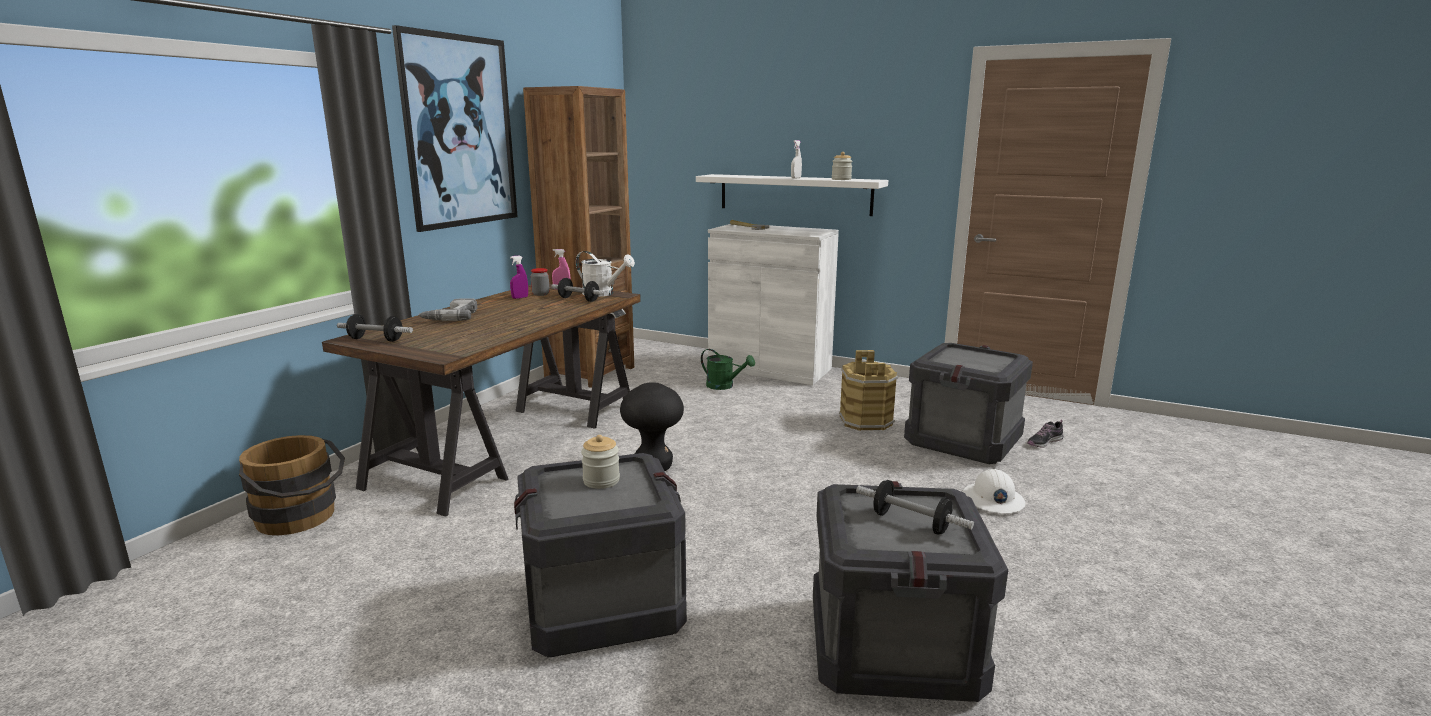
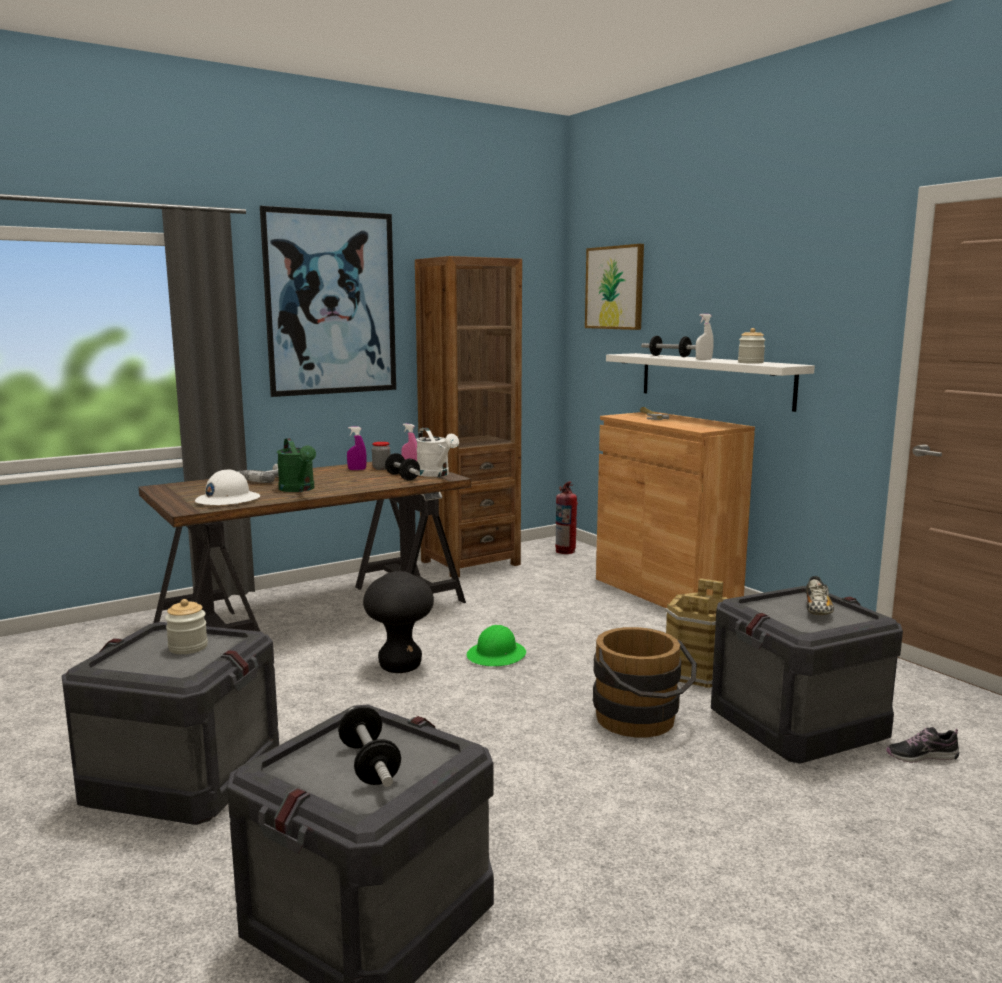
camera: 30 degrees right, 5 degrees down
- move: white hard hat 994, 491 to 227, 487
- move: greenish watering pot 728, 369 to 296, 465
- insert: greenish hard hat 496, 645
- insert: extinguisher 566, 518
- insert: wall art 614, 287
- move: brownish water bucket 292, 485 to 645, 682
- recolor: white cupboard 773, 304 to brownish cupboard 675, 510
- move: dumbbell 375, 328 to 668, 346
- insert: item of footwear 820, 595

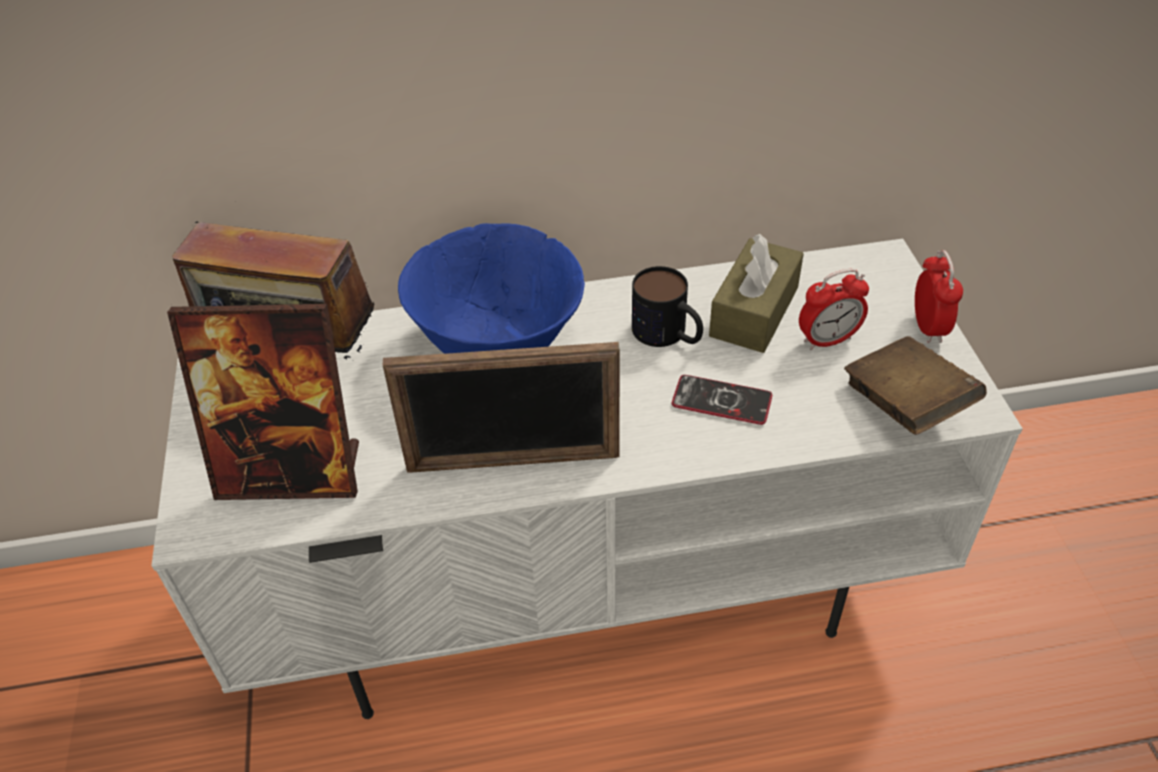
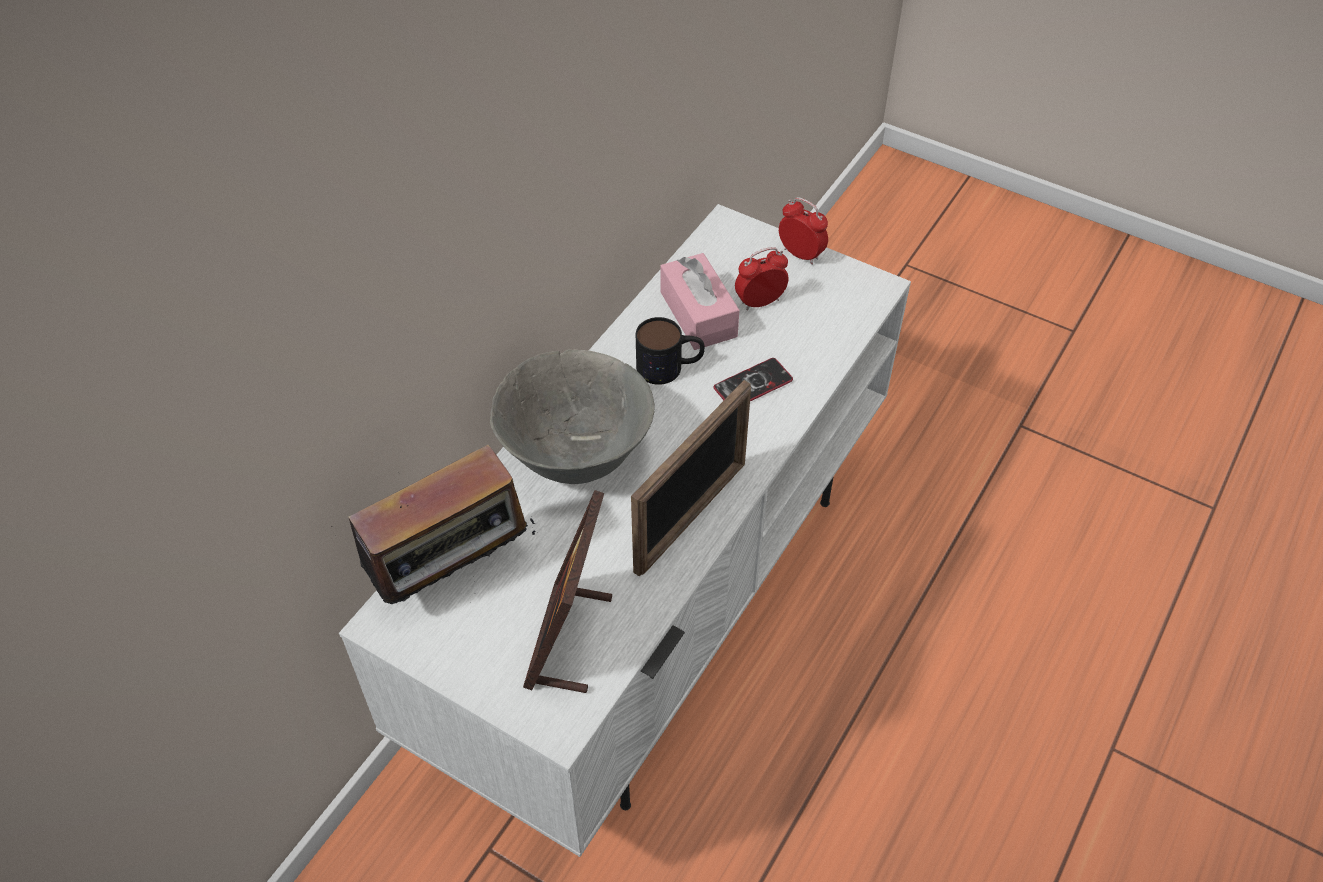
camera: 50 degrees left, 5 degrees up
- recolor: bluish deep dish 491, 288 to grey deep dish 572, 416
- rotate: standing frame 263, 402 = 567, 591 150 degrees clockwise
- recolor: brownish box of tissues 756, 293 to pink box of tissues 700, 301
- rotate: alarm clock 834, 309 = 762, 278 135 degrees counterclockwise
- delete: brownish volume 915, 385

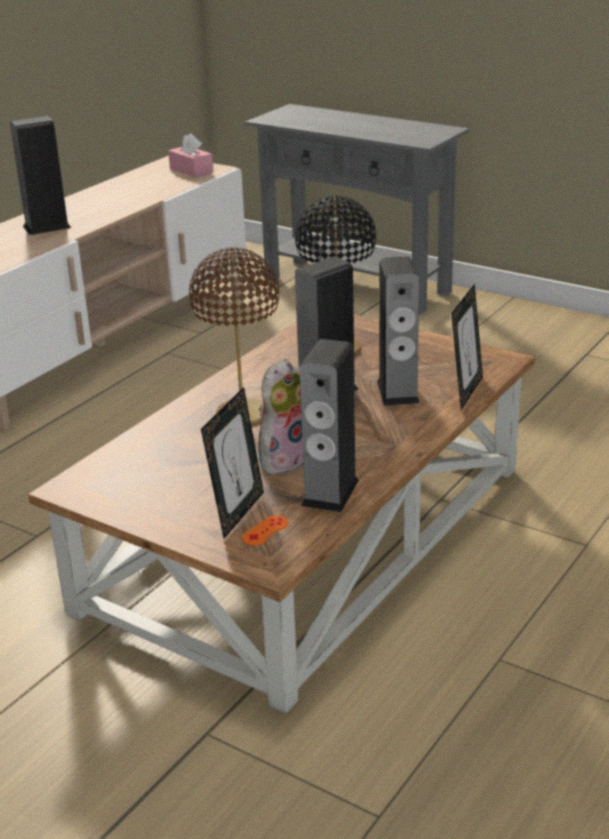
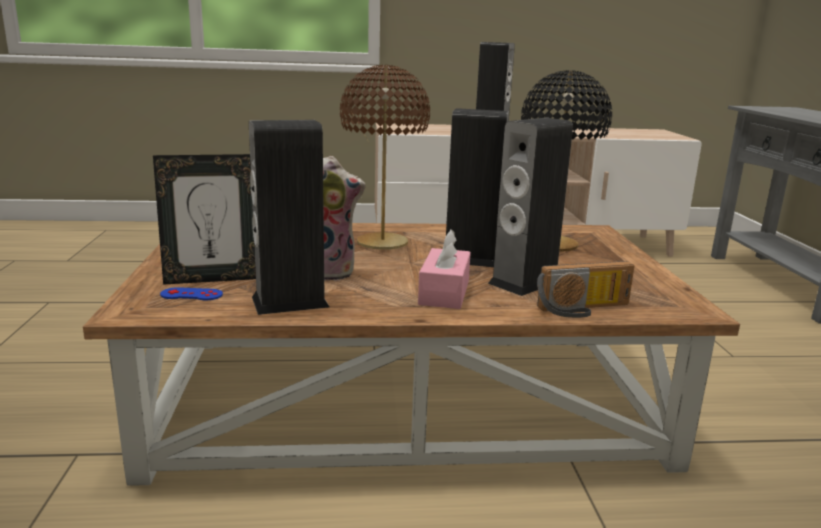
camera: 50 degrees right, 10 degrees down
- recolor: orangey joypad 265, 530 to bluish joypad 191, 293
- move: pink box of tissues 190, 155 to 444, 269
- replace: standing frame 467, 347 to radio set 585, 289

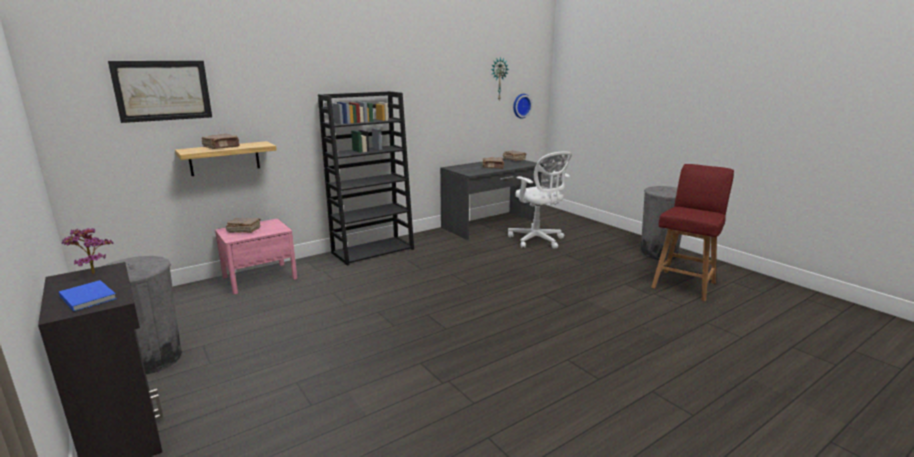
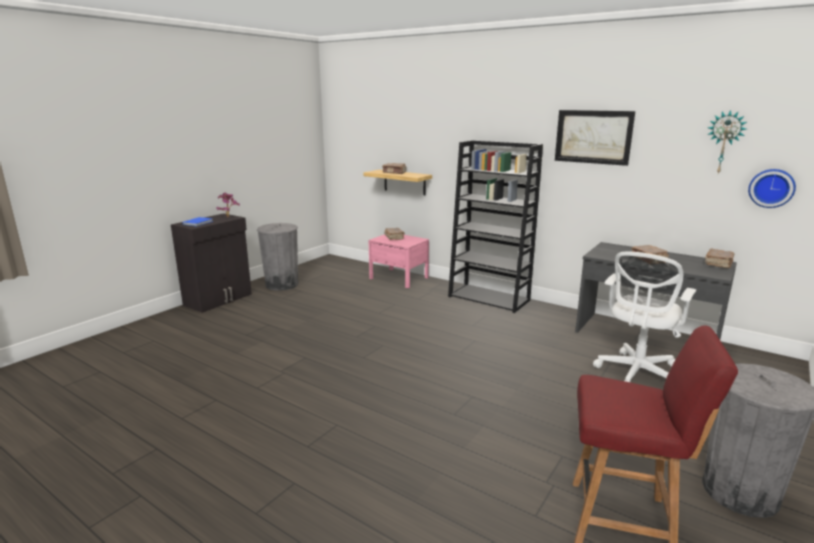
camera: 70 degrees right, 0 degrees up
- move: wall art 160, 92 to 595, 138

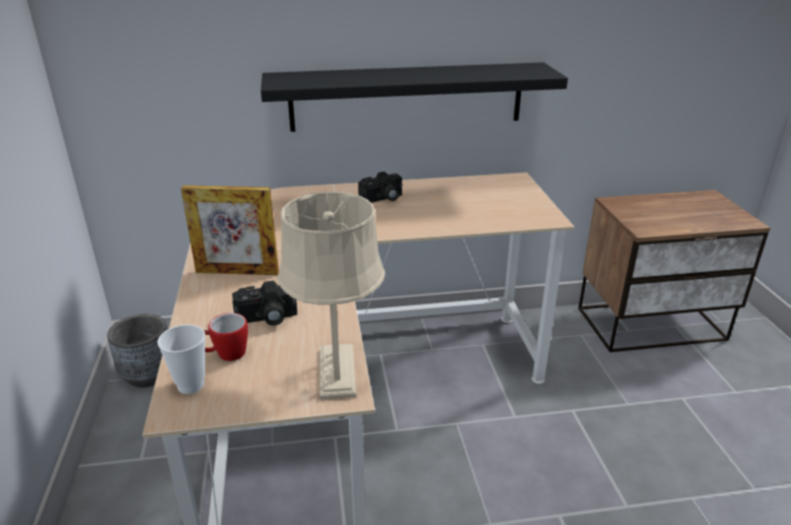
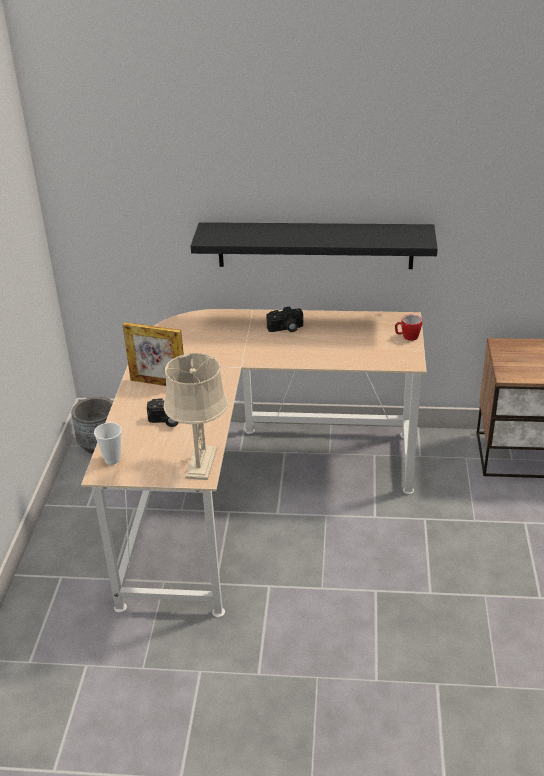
camera: 15 degrees right, 5 degrees up
- move: coffee mug 226, 337 to 408, 327

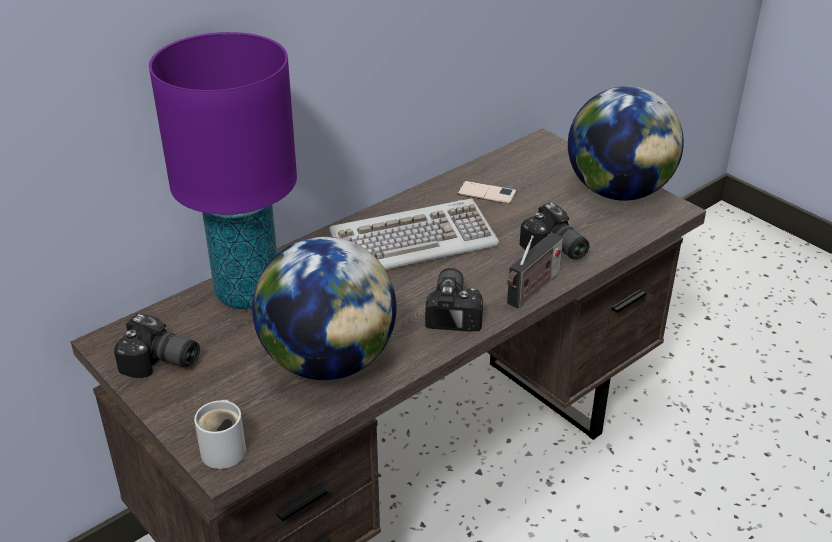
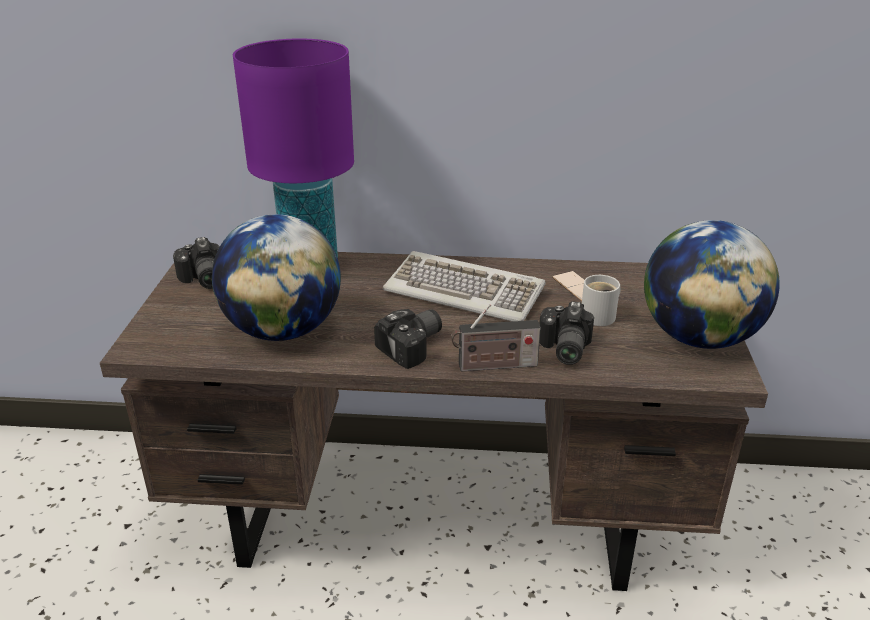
camera: 45 degrees right, 5 degrees down
- move: white coffee mug 220, 434 to 601, 300

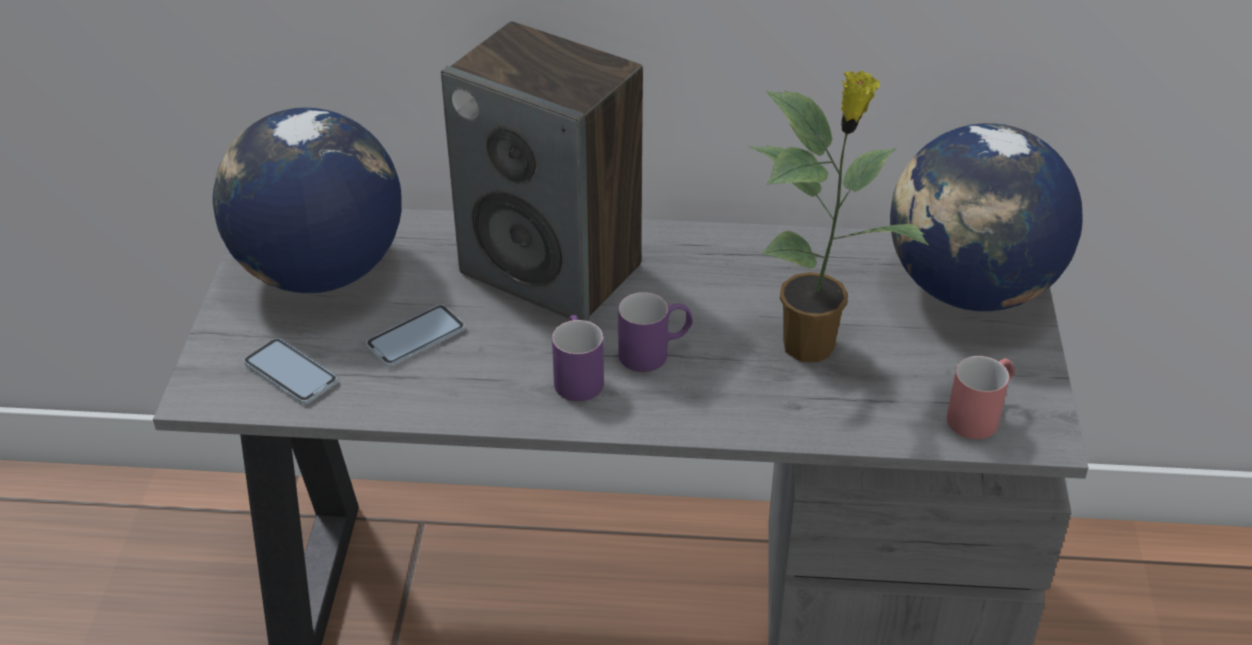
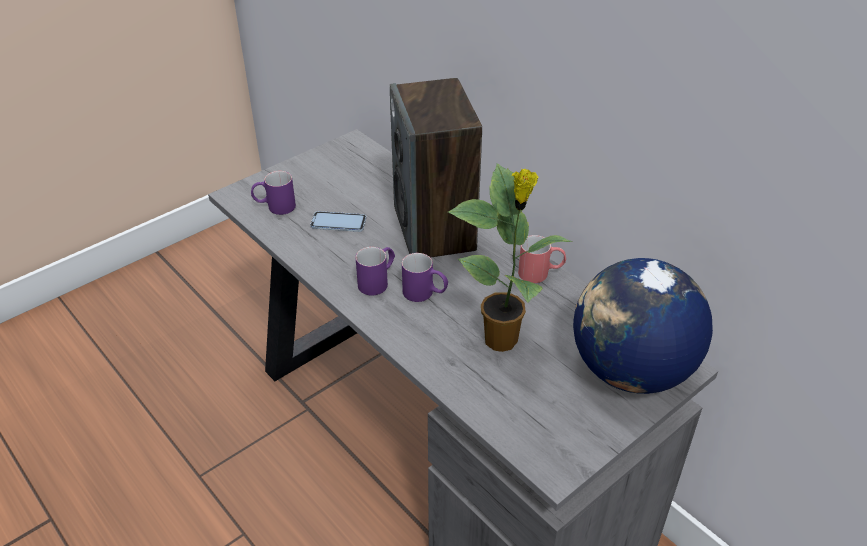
camera: 45 degrees right, 0 degrees up
- replace: telephone 291, 371 to purple coffee mug 273, 193
- move: reddish coffee mug 981, 397 to 542, 259
- delete: desk globe 307, 200

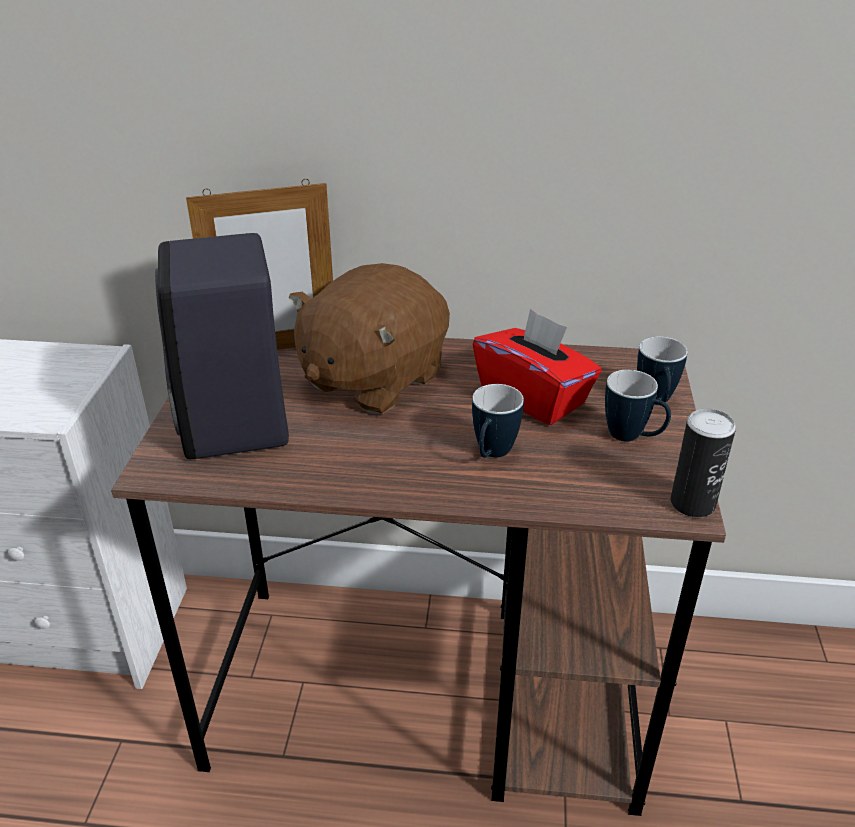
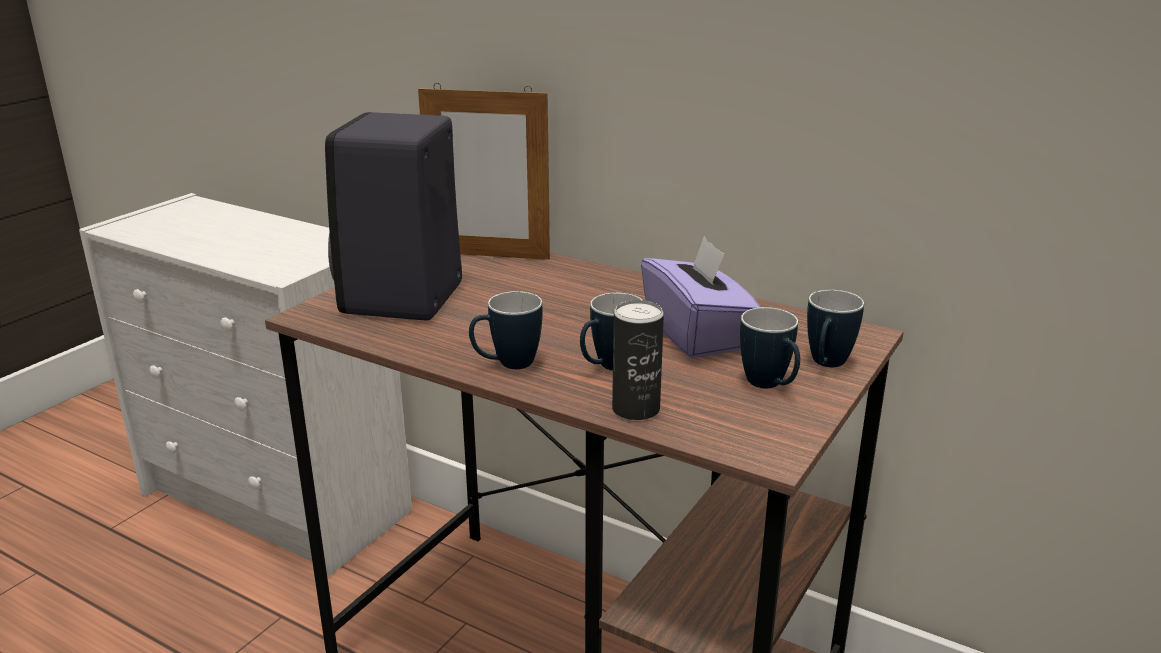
camera: 25 degrees right, 10 degrees down
- insert: coffee mug 506, 330
- move: metal can 703, 463 to 638, 360
- recolor: reddish box of tissues 537, 367 to purple box of tissues 700, 297
- delete: brownish soft toy 369, 338

